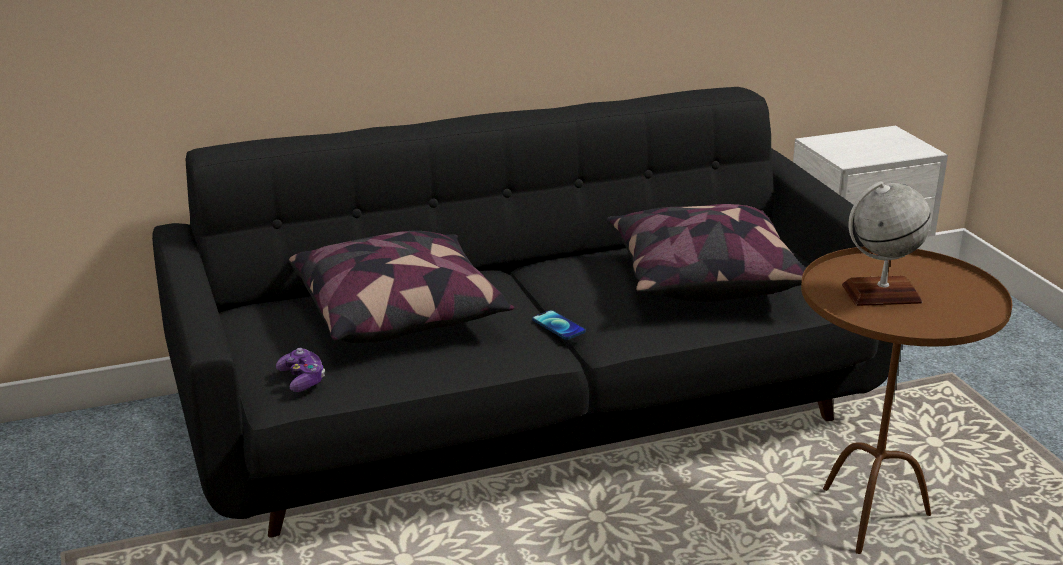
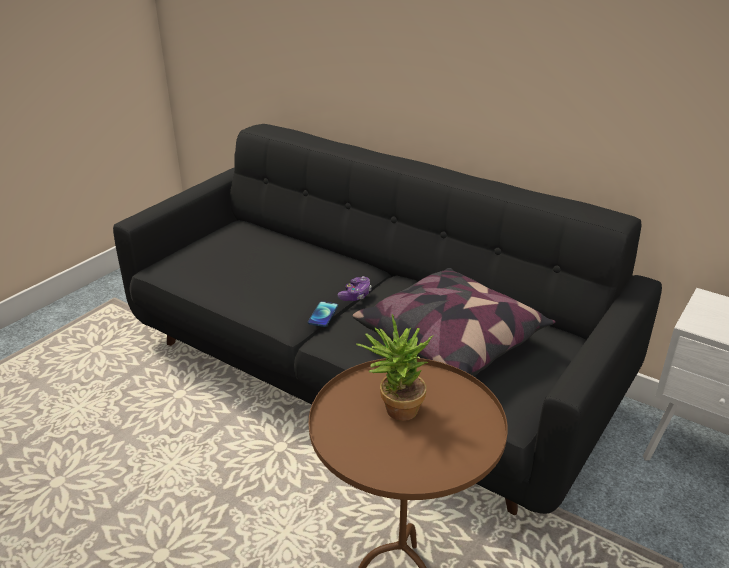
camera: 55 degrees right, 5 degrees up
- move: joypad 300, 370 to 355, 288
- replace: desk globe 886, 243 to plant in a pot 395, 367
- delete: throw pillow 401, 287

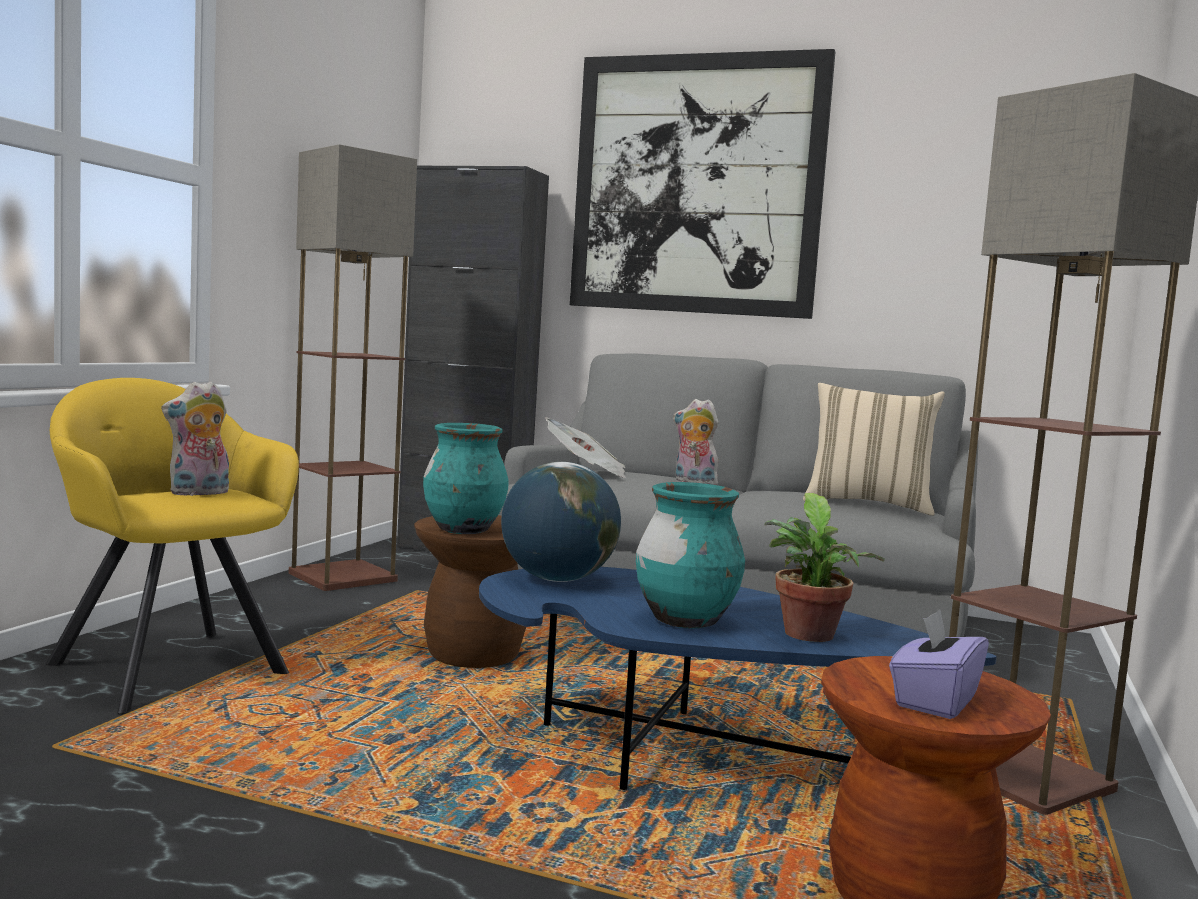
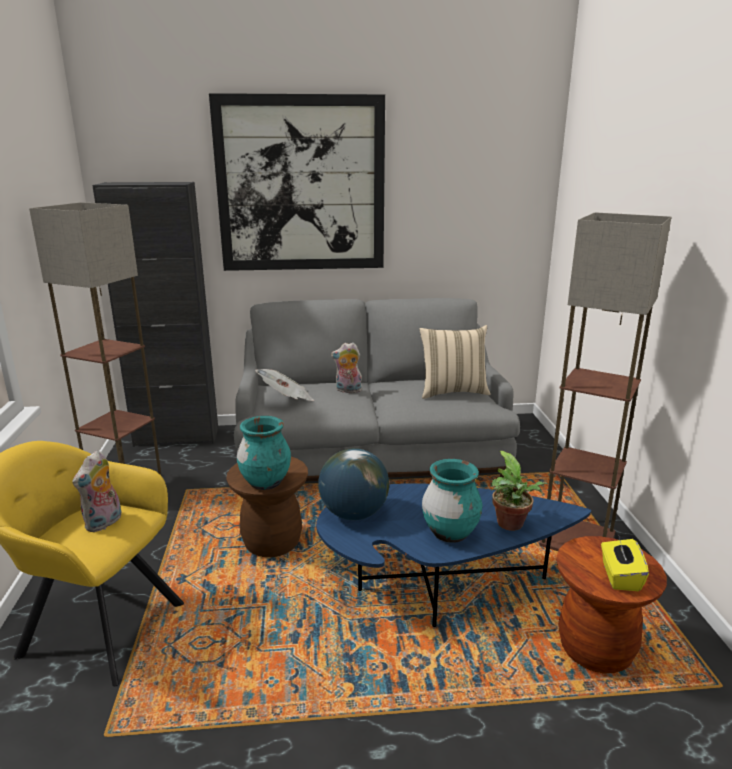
camera: 25 degrees left, 15 degrees up
- recolor: purple box of tissues 939, 664 to yellowish box of tissues 625, 564

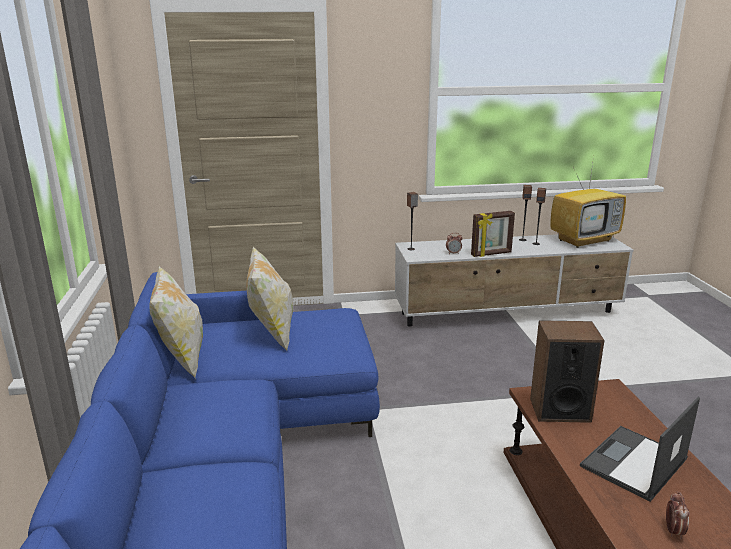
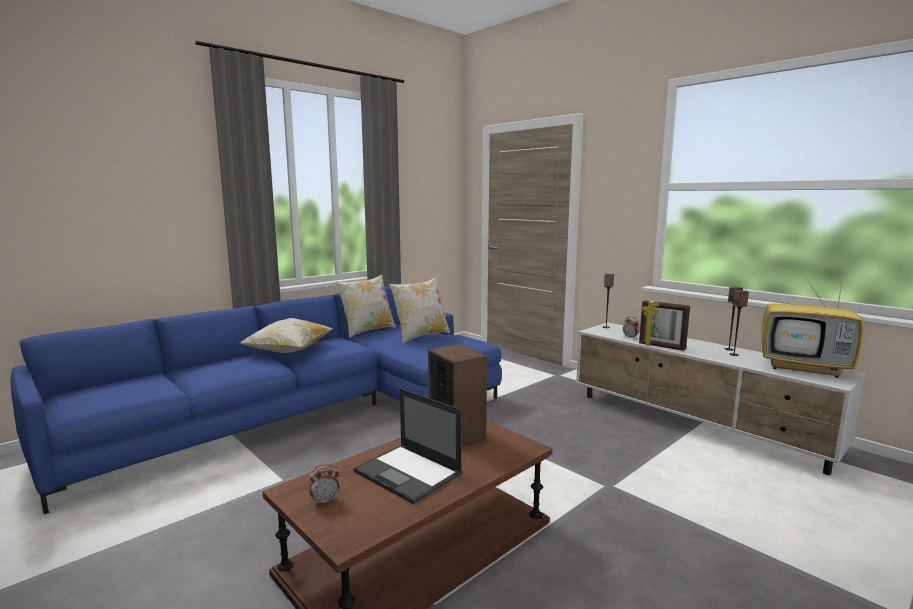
camera: 55 degrees right, 10 degrees down
- insert: throw pillow 286, 335
- rotate: portable computer 640, 449 = 408, 446 150 degrees counterclockwise

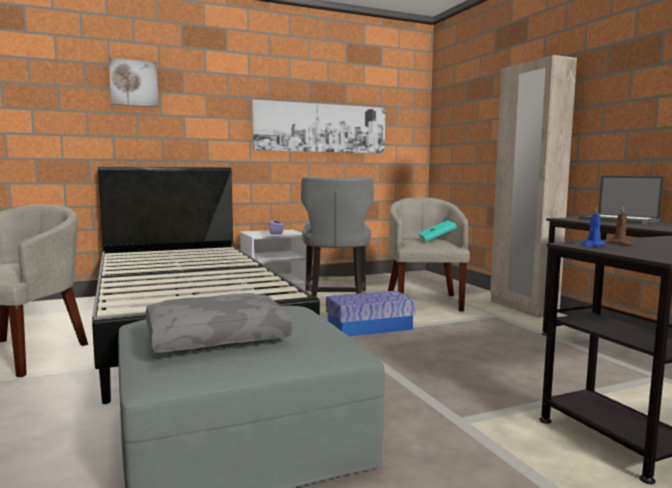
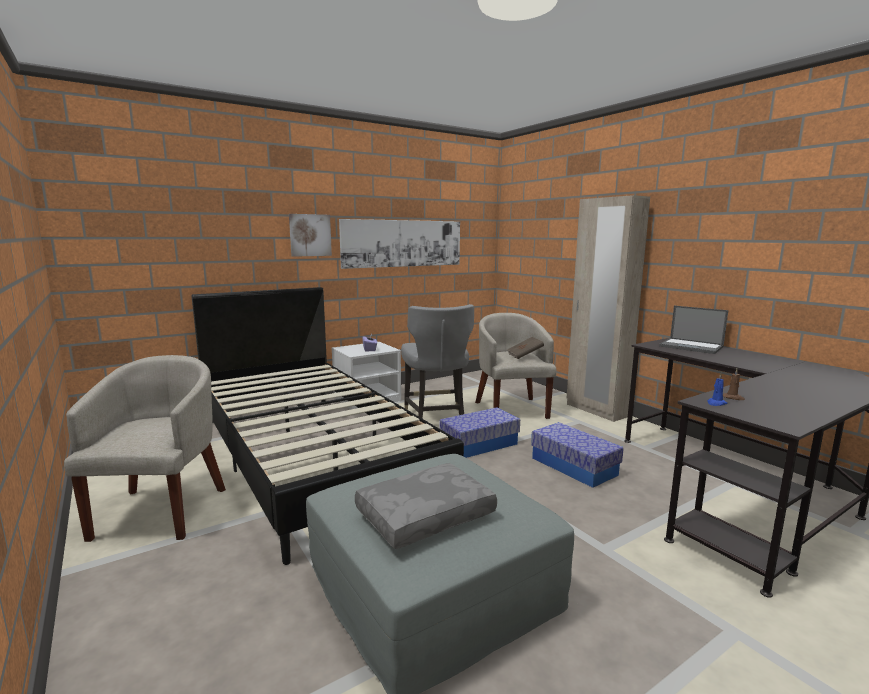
camera: 10 degrees left, 5 degrees up
- move: wall art 133, 82 to 310, 235
- recolor: turquoise volume 437, 231 to brownish volume 525, 348
- insert: storage container 577, 455

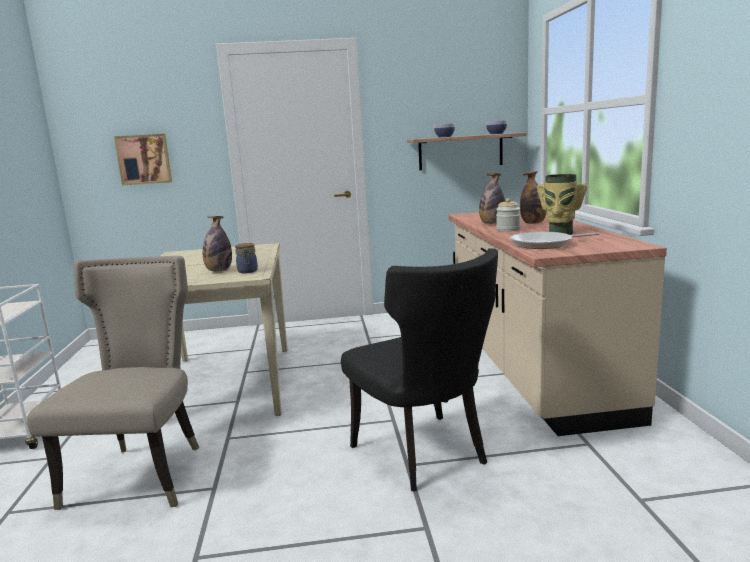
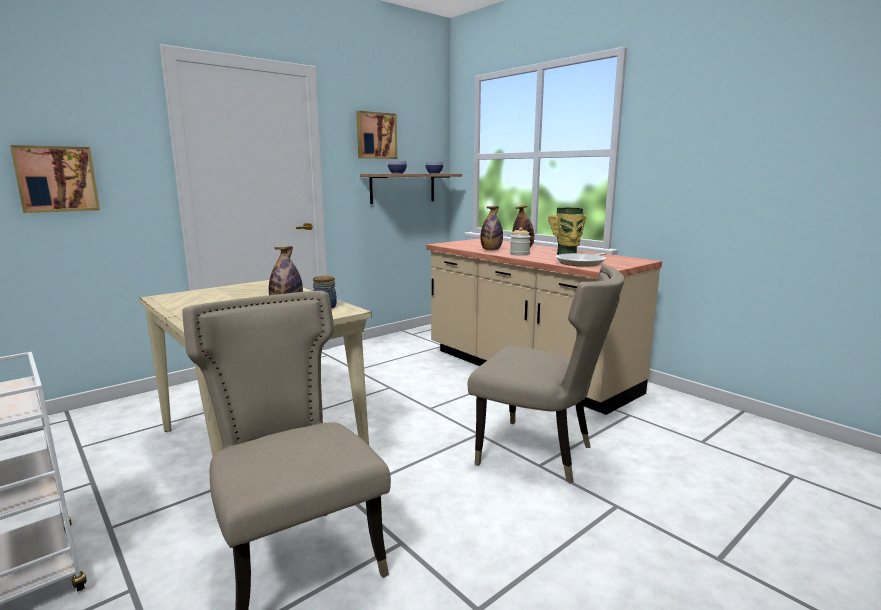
camera: 35 degrees left, 0 degrees up
- insert: wall art 376, 135
- recolor: black-coloured upright chair 419, 369 to beige upright chair 546, 374

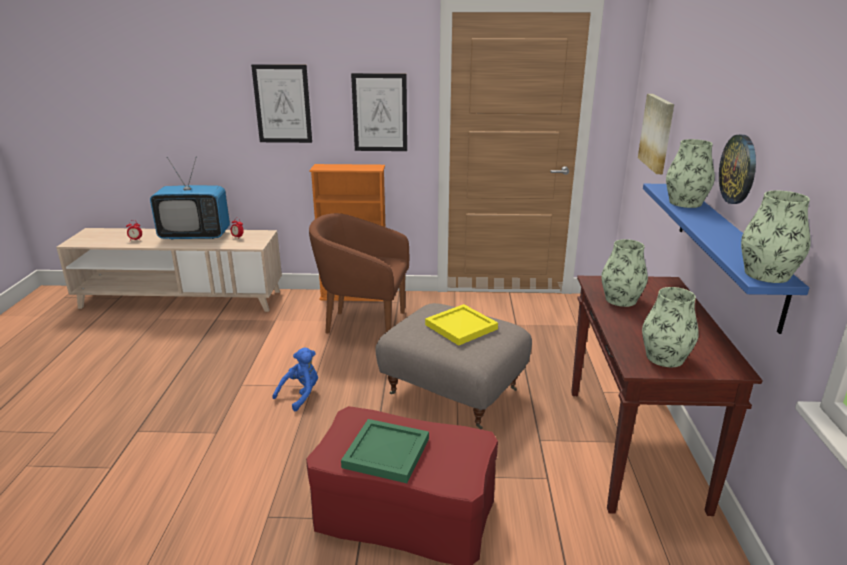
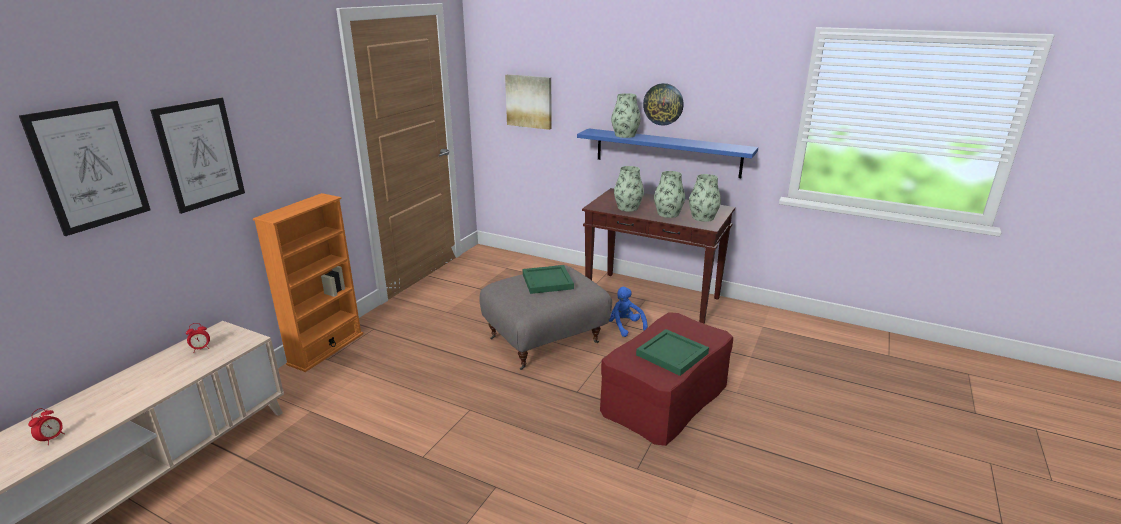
camera: 65 degrees left, 0 degrees up
- move: wall art 379, 112 to 84, 168
- recolor: yellowish tray 461, 325 to greenish tray 548, 279
- move: bluish soft toy 295, 379 to 628, 312
- move: flower vase 776, 237 to 669, 194
- delete: television 190, 198
- delete: brownish armchair 359, 273

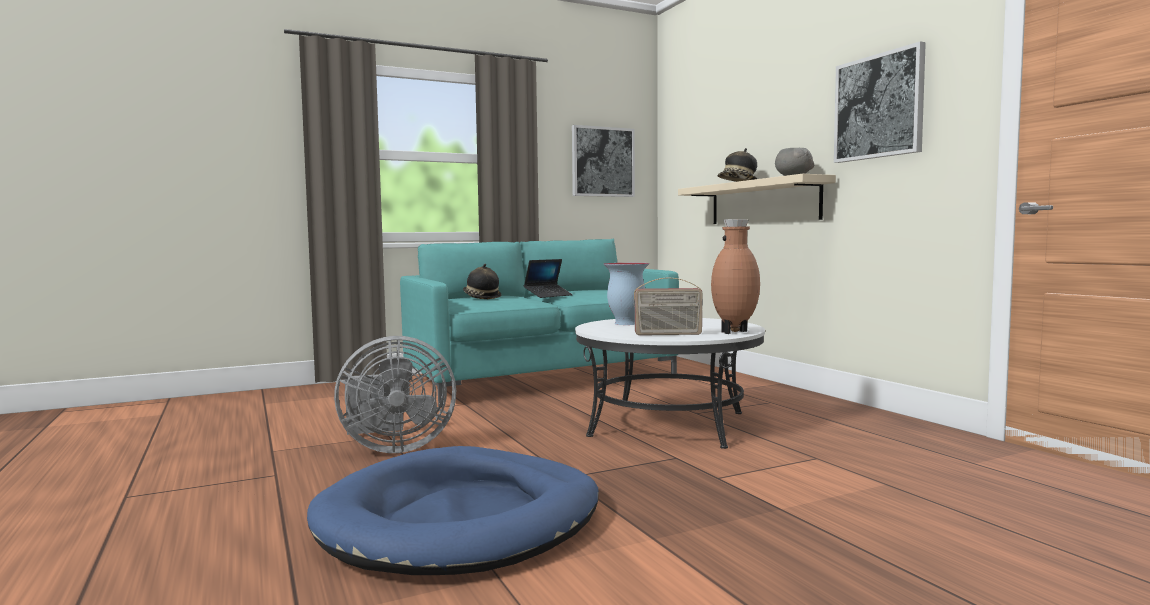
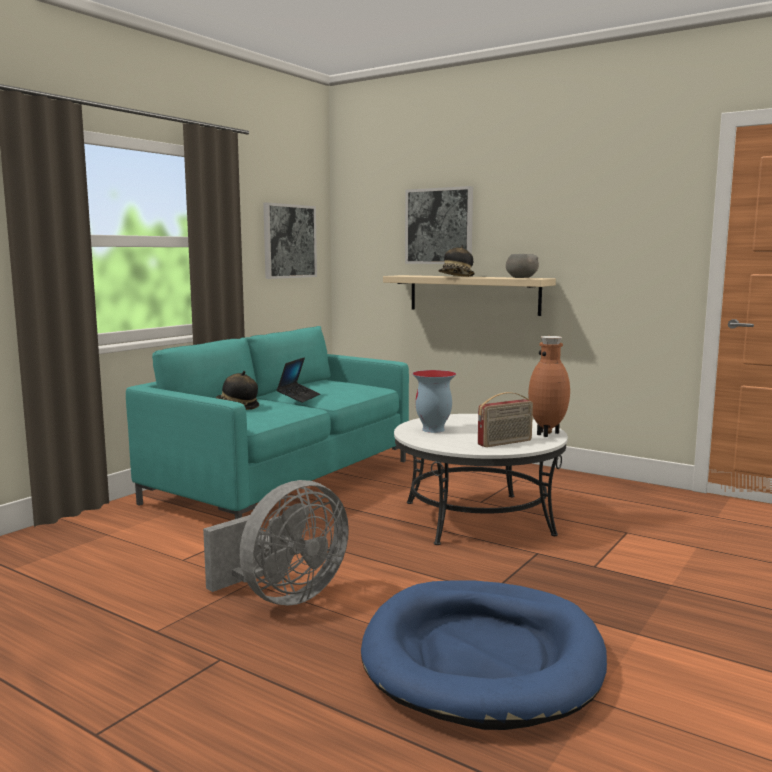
camera: 30 degrees left, 5 degrees up
- move: wall art 880, 102 to 439, 225

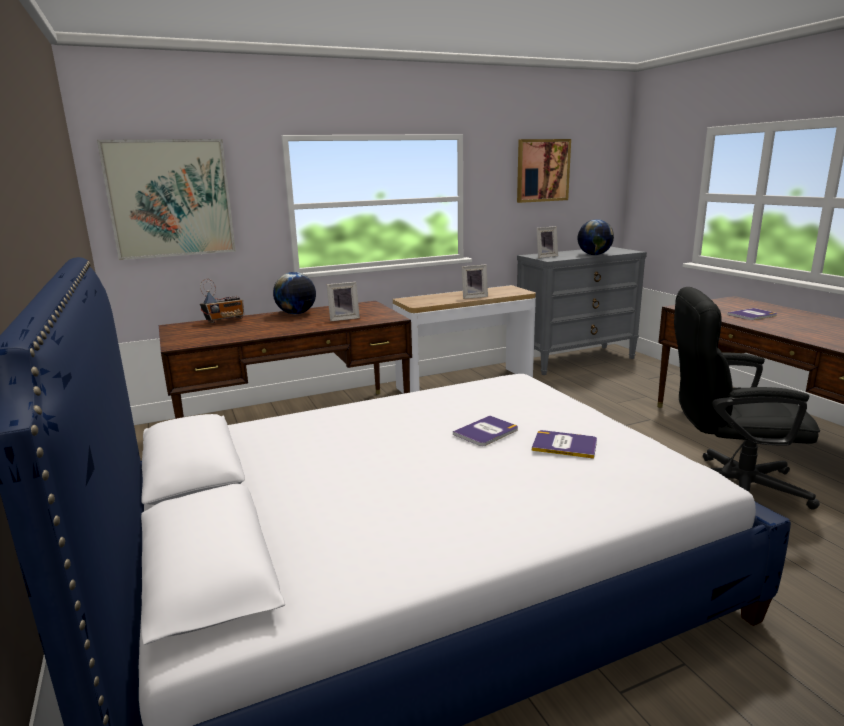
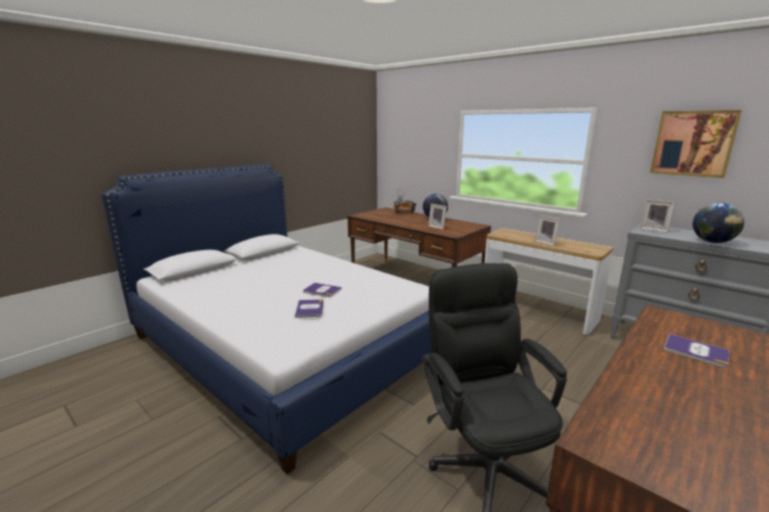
camera: 65 degrees right, 0 degrees up
- delete: wall art 166, 199

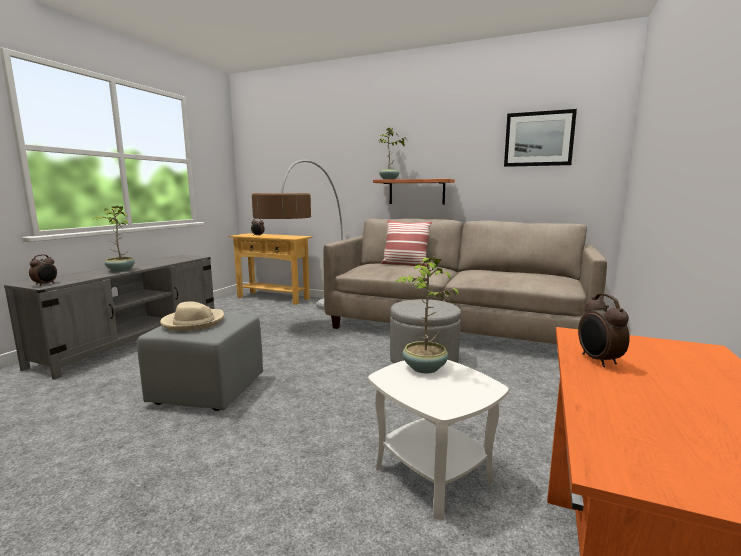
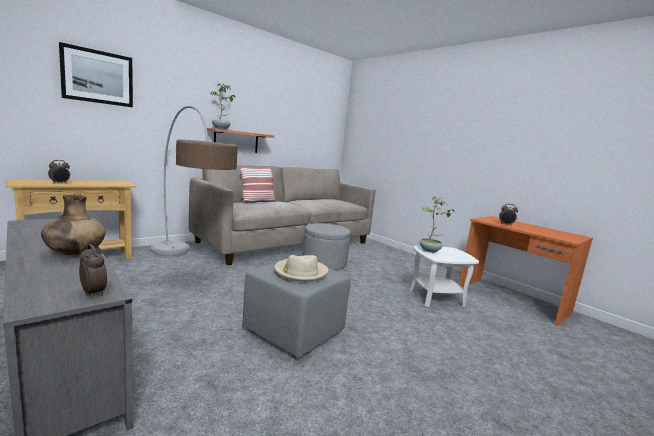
camera: 65 degrees left, 0 degrees up
- replace: plant in a pot 113, 238 to brownish flower vase 73, 225
- move: wall art 540, 138 to 96, 74

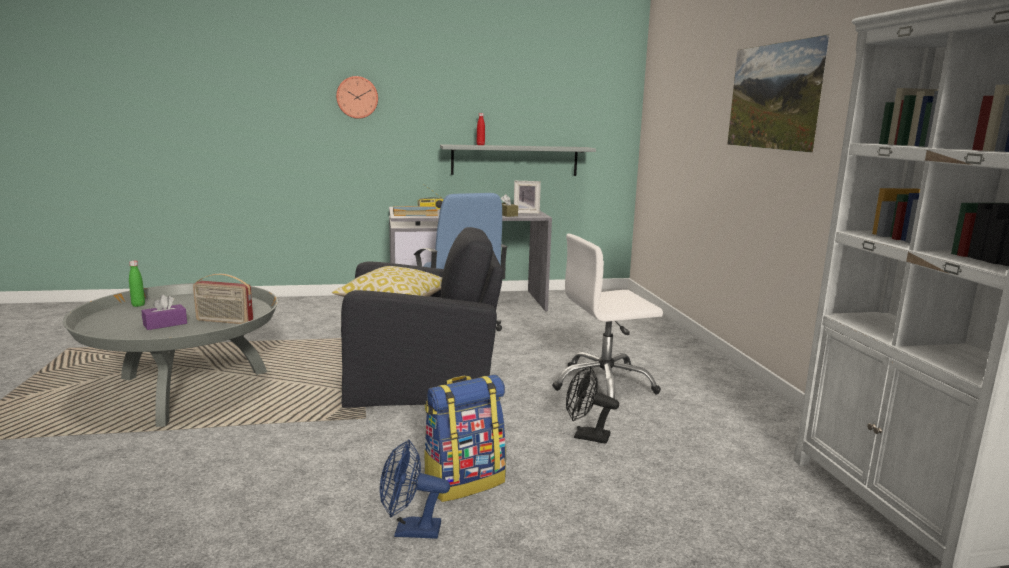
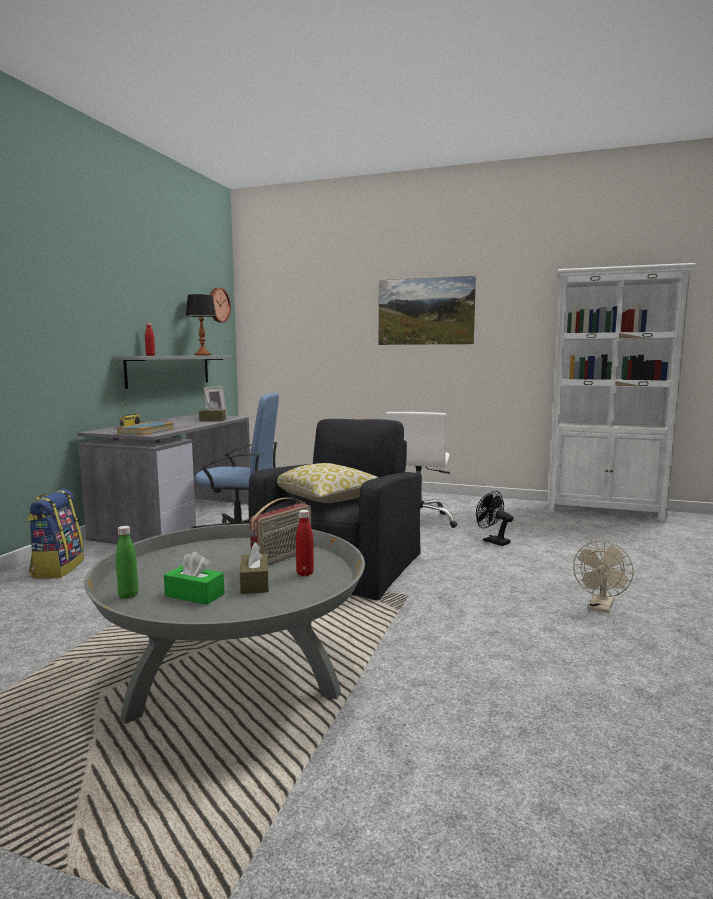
camera: 60 degrees left, 5 degrees down
- move: rucksack 465, 438 to 55, 533
- insert: greenish box of tissues 194, 578
- insert: lamp for a table 200, 325
- move: hanging clock 357, 97 to 220, 305
- recolor: purple box of tissues 164, 312 to brownish box of tissues 254, 568
- insert: reddish beverage bottle 305, 543
- rotate: black-coloured electric fan 592, 405 = 494, 518 90 degrees clockwise
- recolor: bluish electric fan 415, 489 to beige electric fan 603, 577

